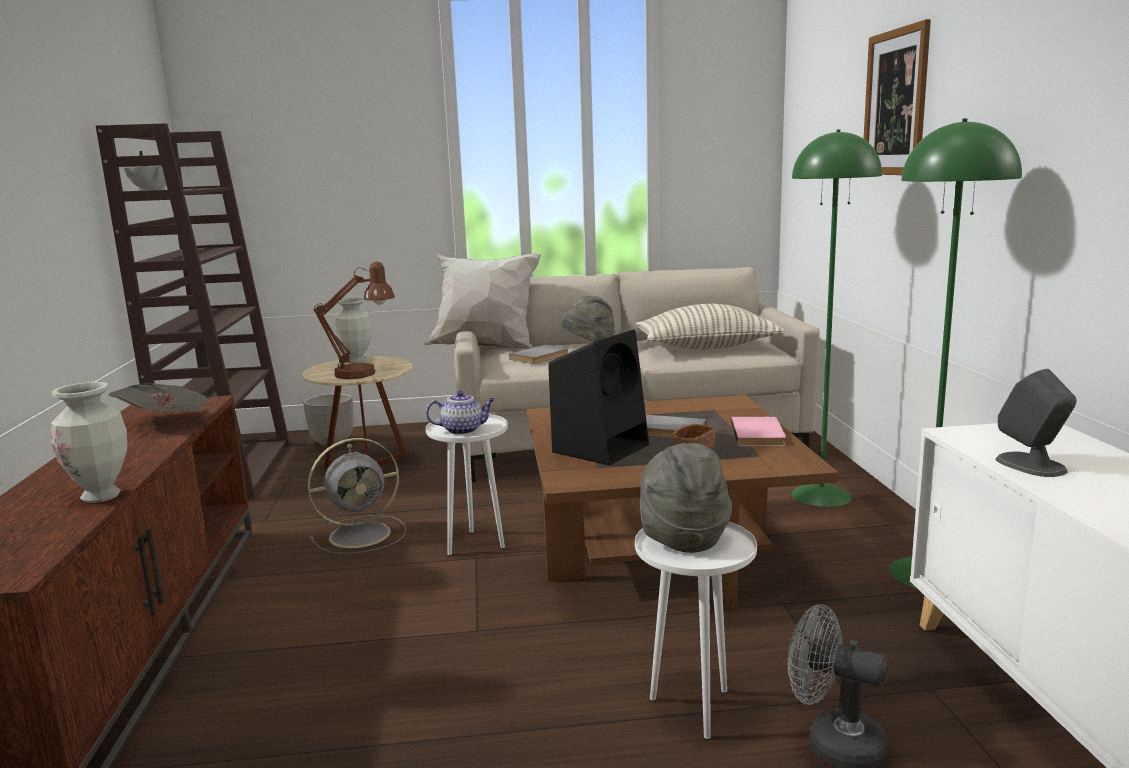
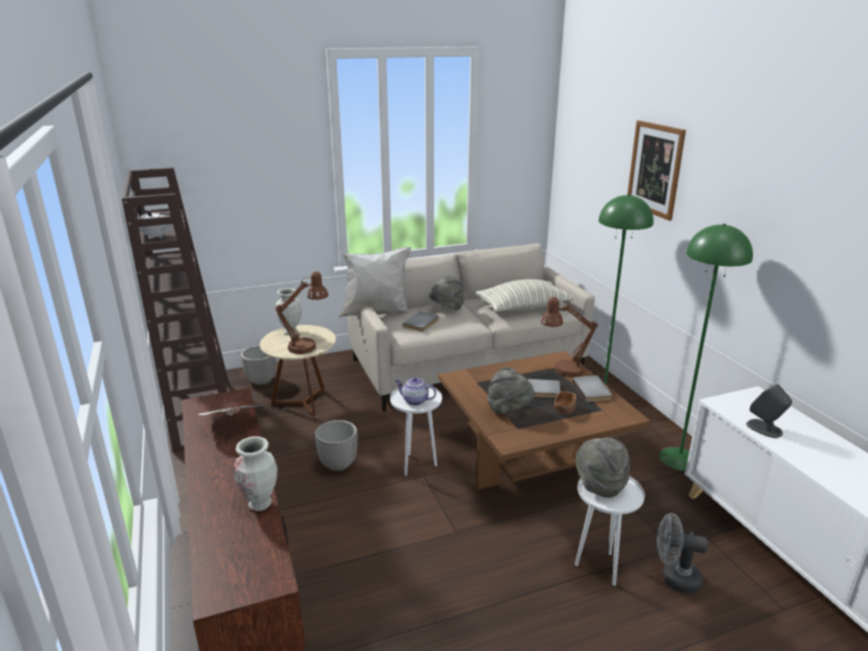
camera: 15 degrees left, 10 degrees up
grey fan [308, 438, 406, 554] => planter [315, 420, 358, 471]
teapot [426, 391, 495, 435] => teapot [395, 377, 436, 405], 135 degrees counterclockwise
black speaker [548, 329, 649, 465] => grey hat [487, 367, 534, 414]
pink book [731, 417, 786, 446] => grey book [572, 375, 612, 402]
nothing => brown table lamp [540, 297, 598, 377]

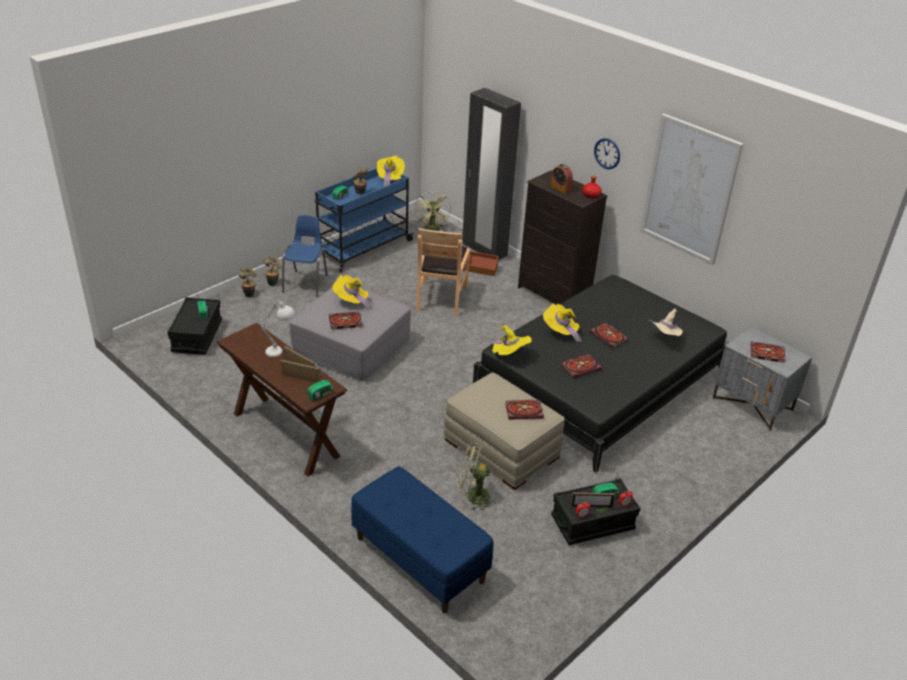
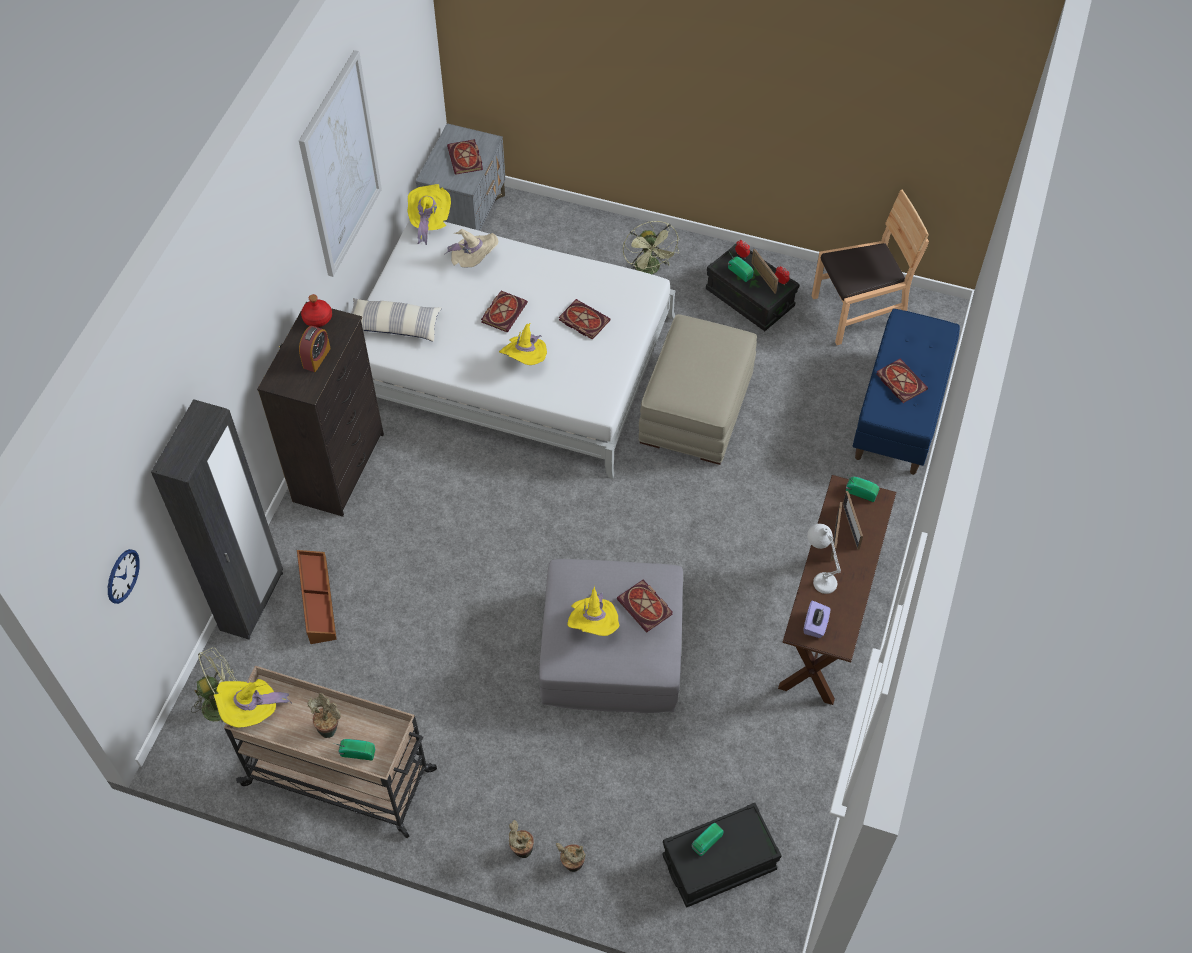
camera: 115 degrees left, 20 degrees up
blue chair [282, 215, 328, 297] => nothing
blue cart [314, 168, 414, 272] => beige cart [224, 666, 437, 838]
brown chair [416, 228, 470, 316] => brown chair [812, 190, 929, 345], shifted
green fan [456, 442, 496, 511] => green fan [623, 221, 679, 274], shifted
black bed [473, 275, 727, 473] => white bed [363, 221, 675, 479]
yellow hat [488, 325, 532, 355] => yellow hat [407, 184, 451, 245], shifted
book [505, 400, 544, 420] => book [876, 359, 928, 403], shifted
wall clock [594, 138, 620, 169] => wall clock [108, 549, 140, 604], shifted
nothing => pillow [351, 298, 442, 342]
nothing => purple tissue box [804, 600, 831, 638]

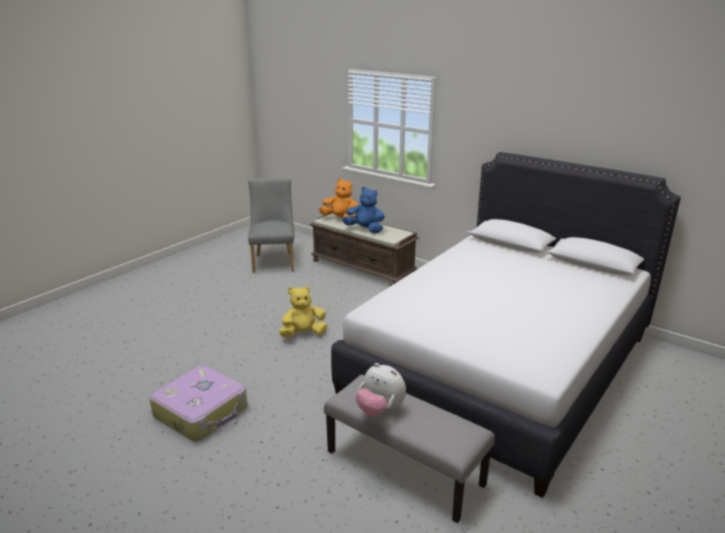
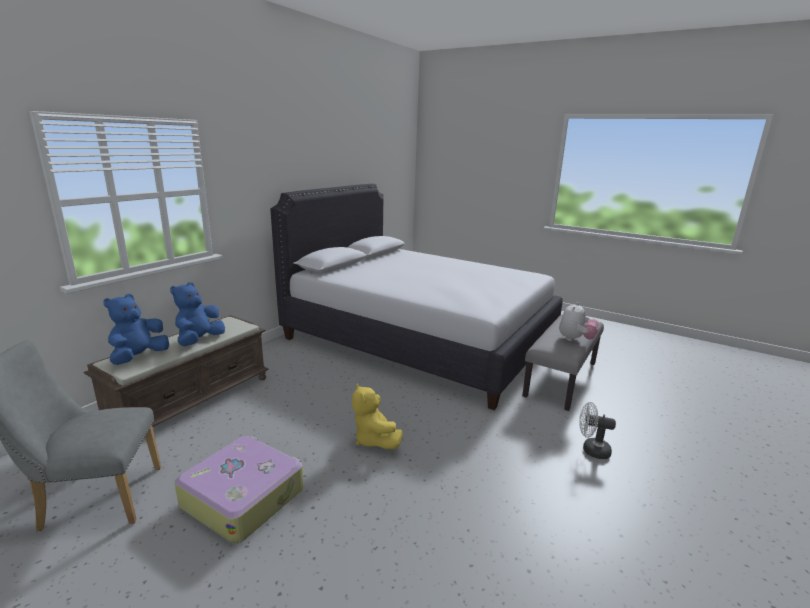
camera: 95 degrees left, 5 degrees down
suitcase [149, 366, 248, 441] => suitcase [175, 436, 304, 544], shifted
orange plush toy [319, 179, 358, 218] => blue plush toy [103, 294, 169, 365]
nothing => white fan [579, 402, 616, 459]

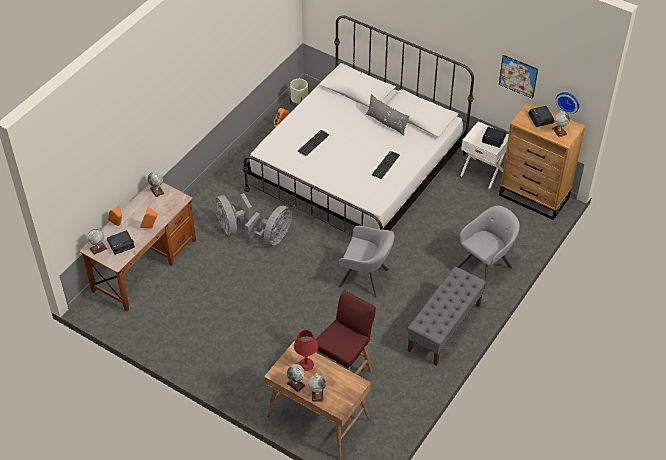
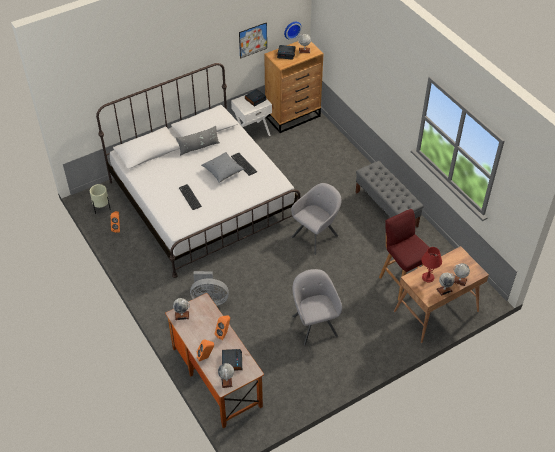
camera: 65 degrees left, 0 degrees up
grey fan [245, 206, 292, 245] => nothing
grey armchair [457, 206, 520, 289] => grey armchair [292, 269, 342, 346], shifted
nothing => grey pillow [201, 152, 244, 183]

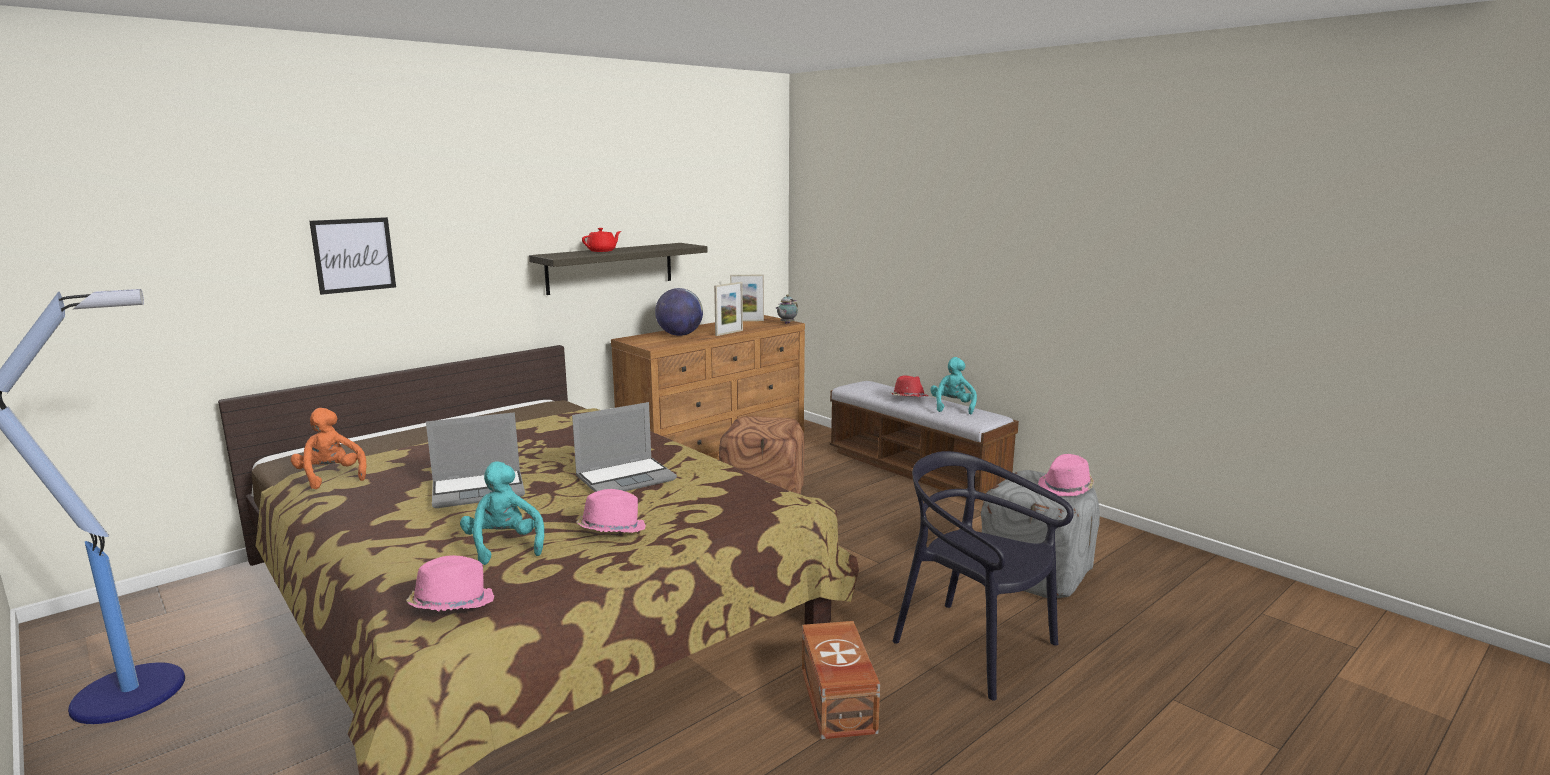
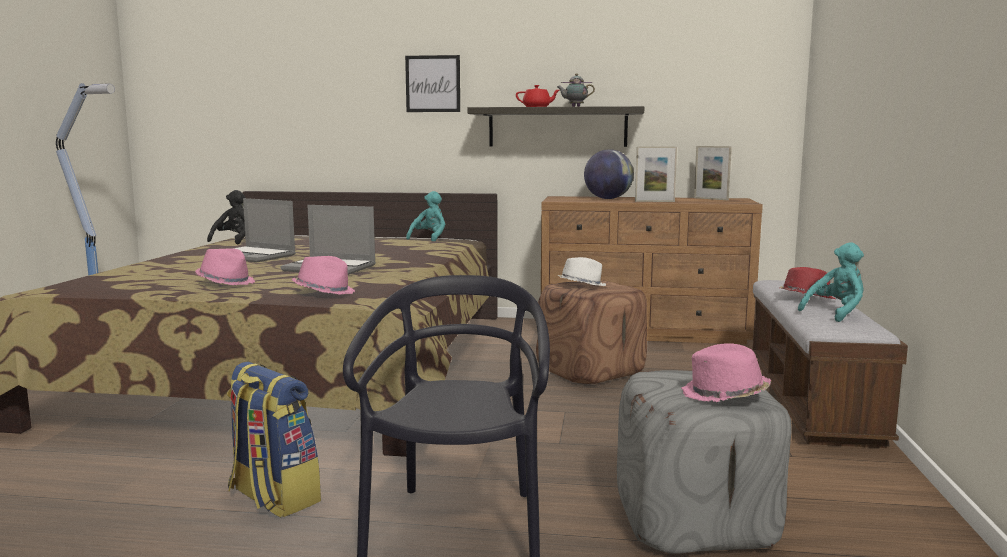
camera: 50 degrees right, 5 degrees down
orange plush toy [291, 408, 367, 489] => black plush toy [207, 190, 246, 244]
picture [309, 217, 396, 295] => picture [405, 55, 460, 112], shifted
pink hat [406, 555, 495, 611] => pink hat [292, 256, 355, 294], shifted
turquoise plush toy [460, 461, 544, 565] => turquoise plush toy [406, 191, 446, 241], shifted
teapot [776, 294, 798, 324] => teapot [557, 74, 595, 107], shifted
brown storage box [802, 621, 880, 739] => backpack [227, 362, 321, 517]
nothing => white hat [558, 257, 606, 286]

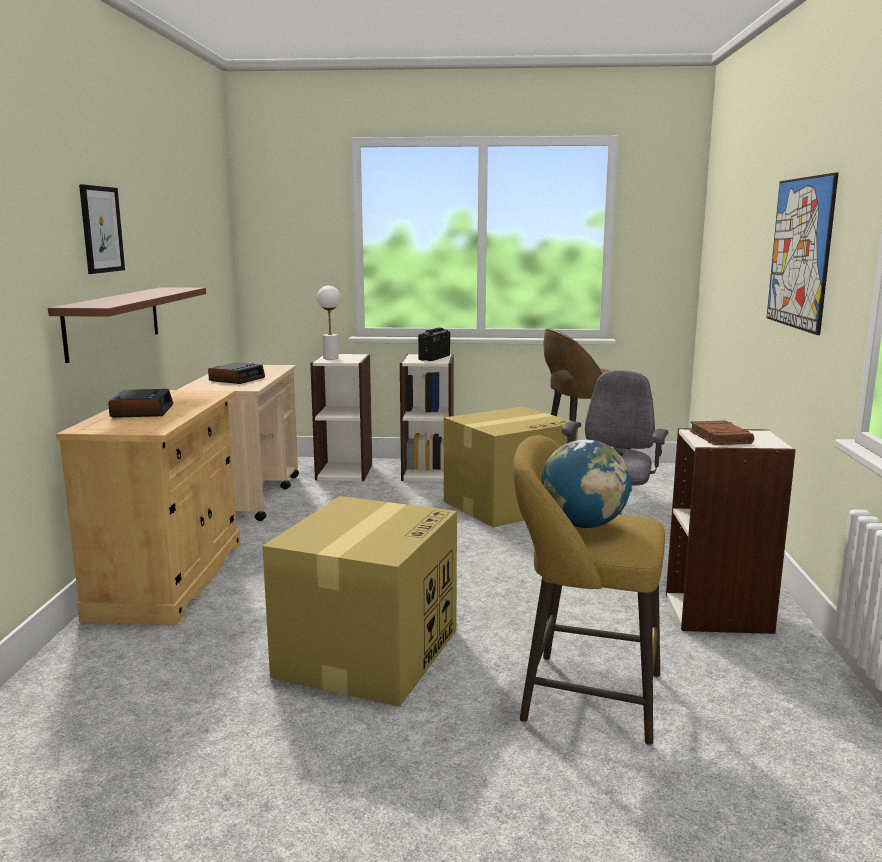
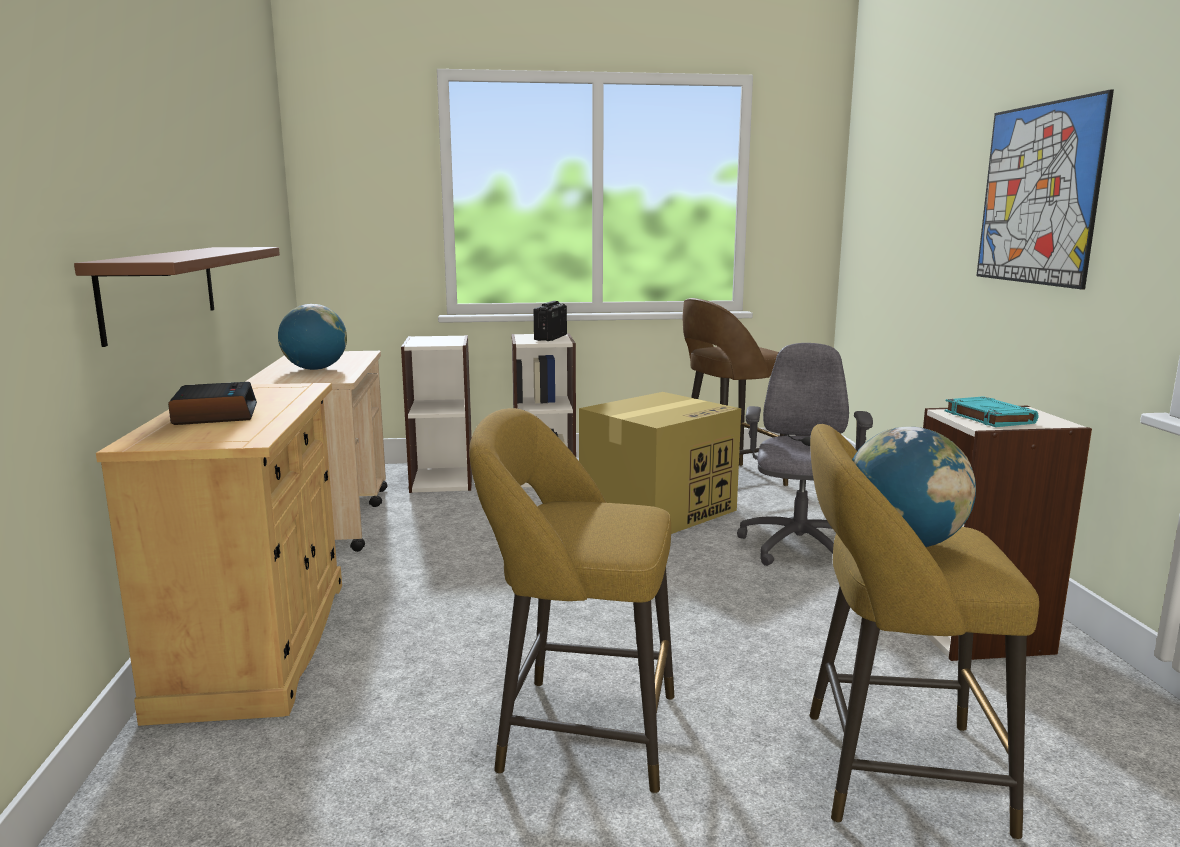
camera: 10 degrees left, 0 degrees up
picture [79, 185, 125, 274] => nothing
alarm clock [208, 362, 265, 384] => globe [278, 304, 347, 370]
cardboard box [262, 496, 457, 707] => yellow stool [469, 408, 674, 794]
white table lamp [317, 286, 341, 360] => nothing
brown book [690, 421, 754, 445] => turquoise book [945, 396, 1038, 427]

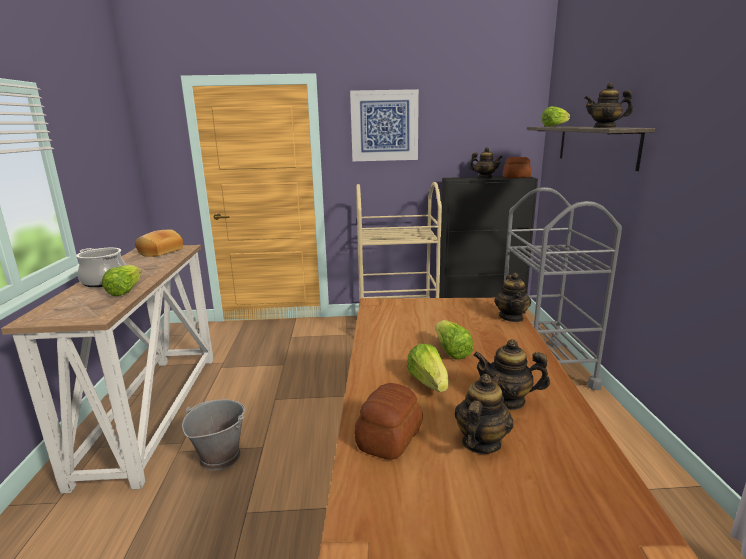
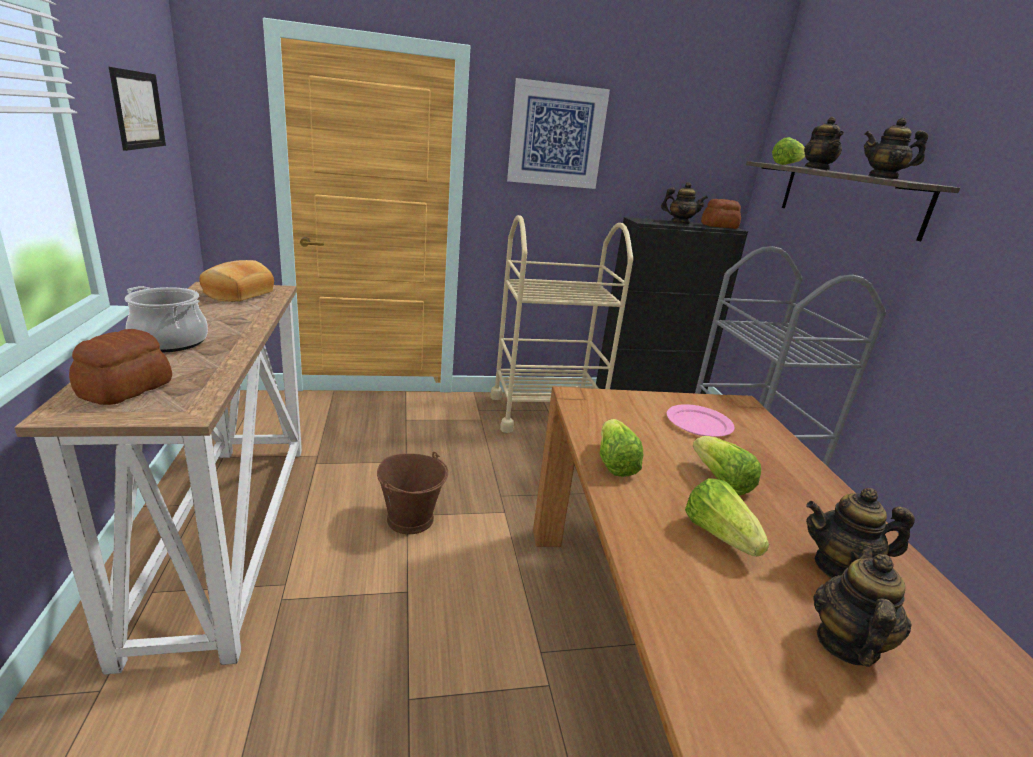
camera: 10 degrees left, 5 degrees up
lettuce [102, 265, 142, 296] => lettuce [600, 419, 643, 477], shifted
grey bucket [182, 399, 245, 471] => nothing
bread [354, 383, 423, 460] => bread [69, 329, 172, 405], shifted
teapot [494, 272, 531, 322] => teapot [804, 117, 844, 171], shifted
nothing => picture [109, 67, 166, 151]
nothing => brown bucket [377, 452, 448, 534]
nothing => pink plate [667, 404, 734, 437]

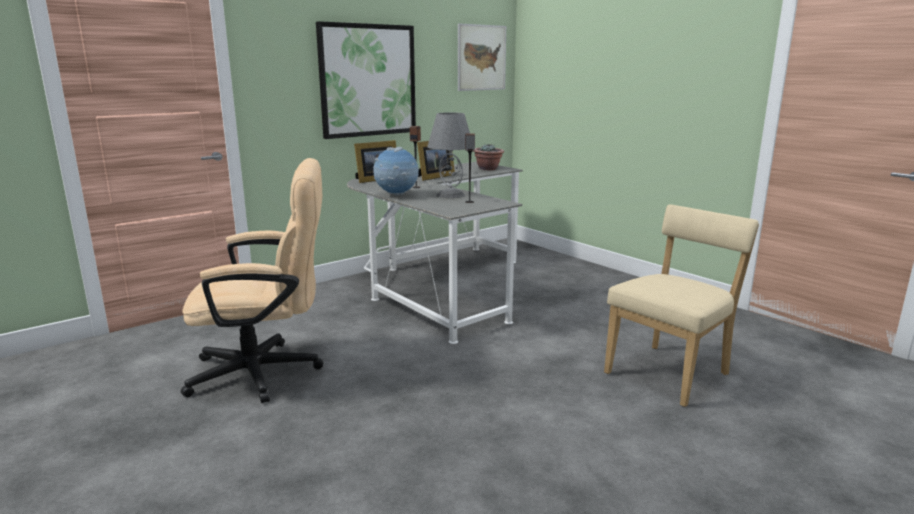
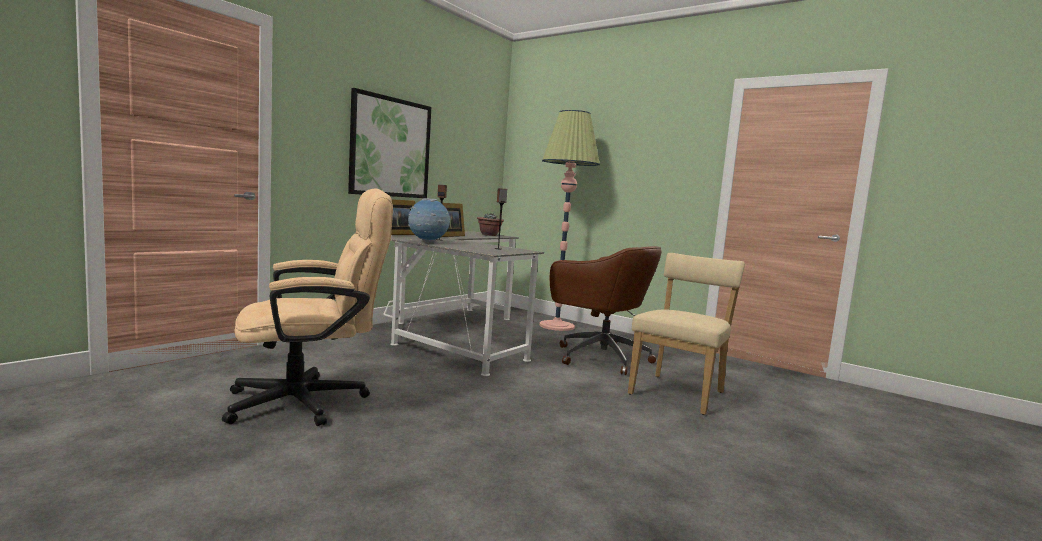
camera: 15 degrees left, 10 degrees down
grey table lamp [427, 112, 470, 198] => nothing
picture [458, 23, 506, 91] => nothing
nothing => floor lamp [539, 110, 600, 331]
nothing => brown office chair [550, 246, 661, 375]

